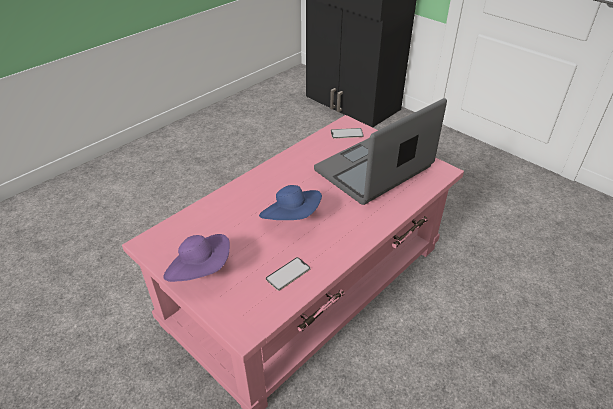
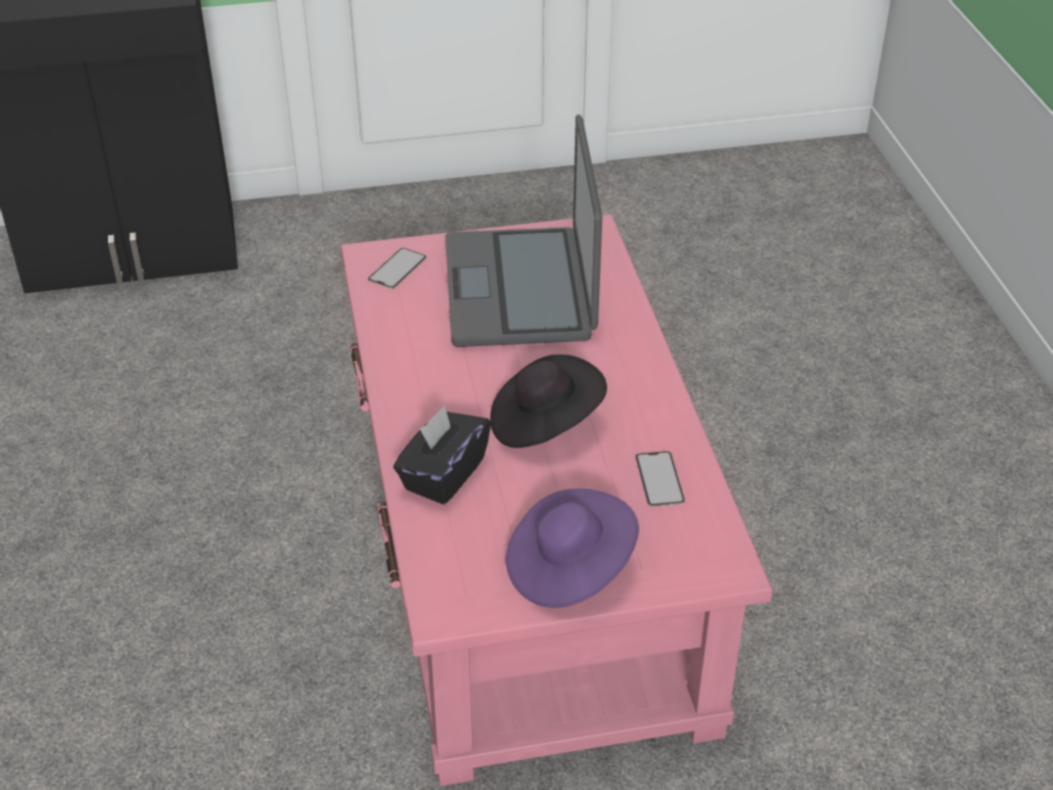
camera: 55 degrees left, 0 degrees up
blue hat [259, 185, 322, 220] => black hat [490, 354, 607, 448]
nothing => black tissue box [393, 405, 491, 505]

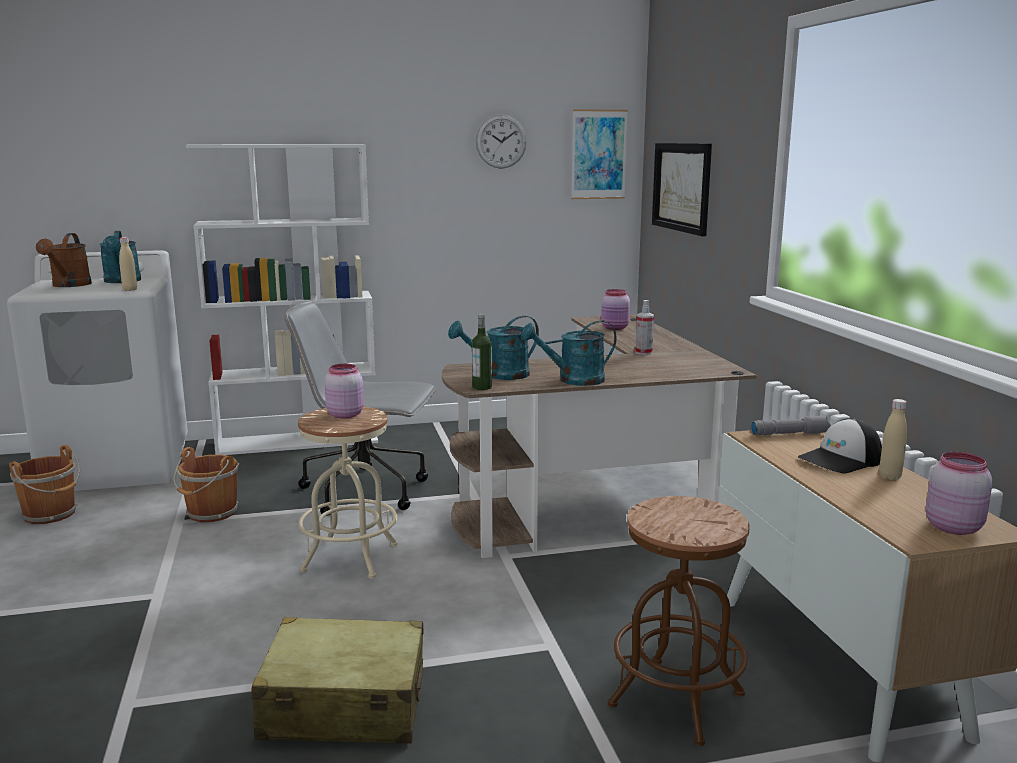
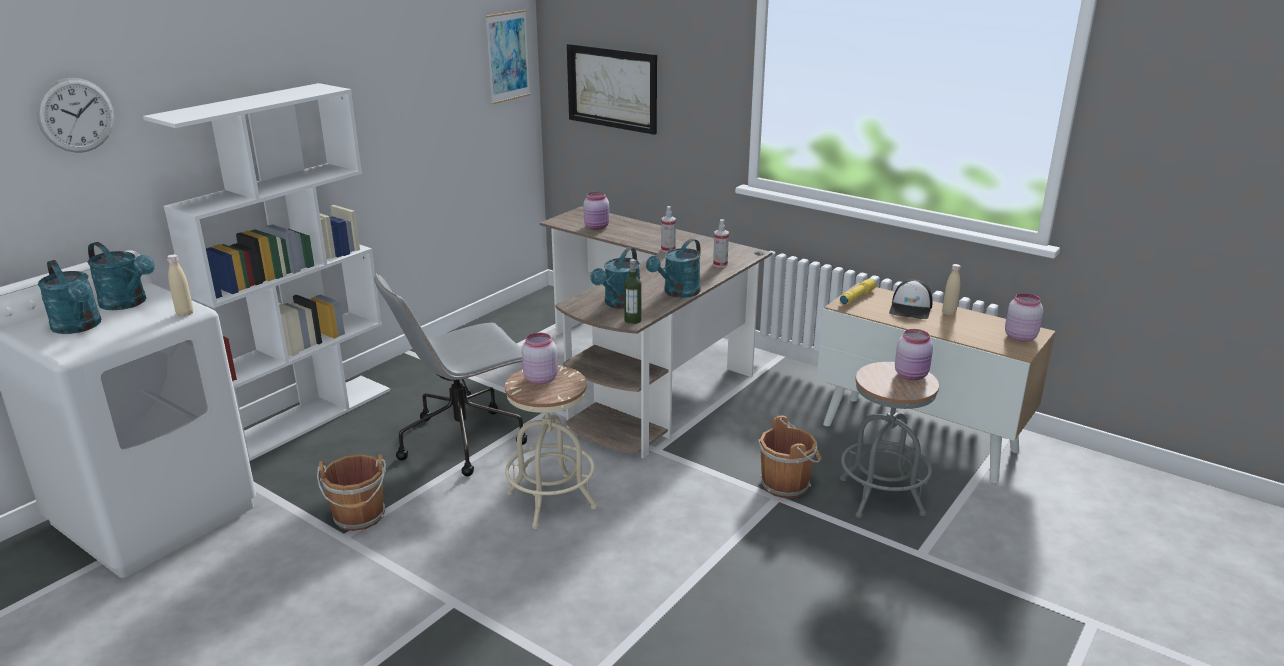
camera: 40 degrees left, 10 degrees up
brown bucket [9, 445, 80, 524] => brown bucket [758, 416, 821, 498], shifted
brown watering can [36, 233, 92, 287] => turquoise watering can [38, 260, 101, 334]
beige suitcase [251, 617, 423, 744] => nothing
wall clock [476, 114, 527, 169] => wall clock [36, 78, 114, 153], shifted
brown stool [608, 496, 750, 746] => grey stool [840, 362, 939, 518]
grey flashlight [751, 416, 831, 435] => yellow flashlight [840, 278, 877, 305]
nothing => spray bottle [713, 219, 729, 267]
nothing => pink jar [895, 329, 933, 380]

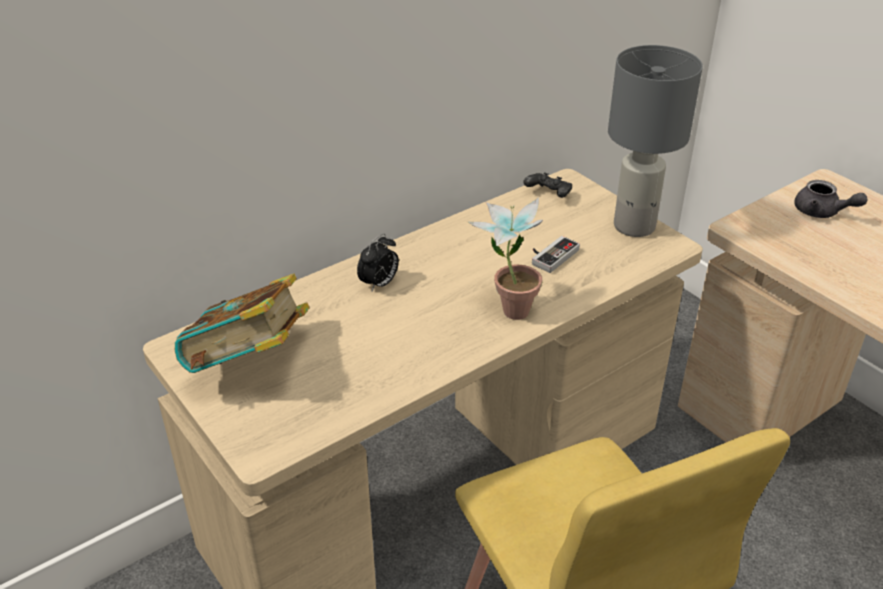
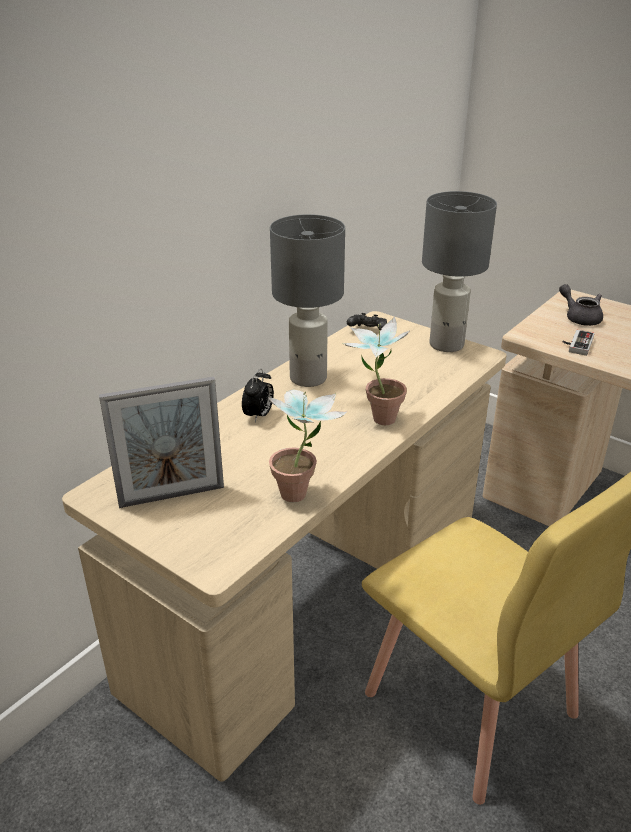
camera: 15 degrees left, 5 degrees down
book [175, 273, 310, 373] => picture frame [99, 377, 224, 508]
game controller [532, 236, 580, 273] => game controller [562, 330, 595, 356], shifted
grey teapot [794, 180, 867, 218] => grey teapot [559, 284, 603, 326], 150 degrees counterclockwise
nothing => potted plant [268, 390, 348, 502]
nothing => grey table lamp [270, 214, 345, 387]

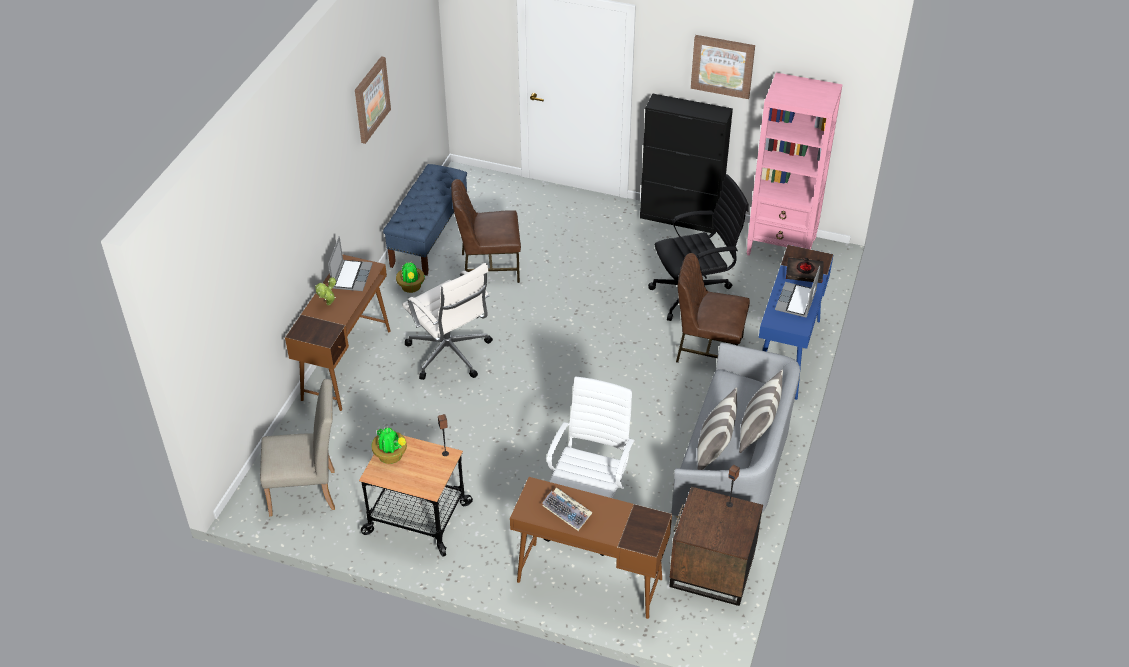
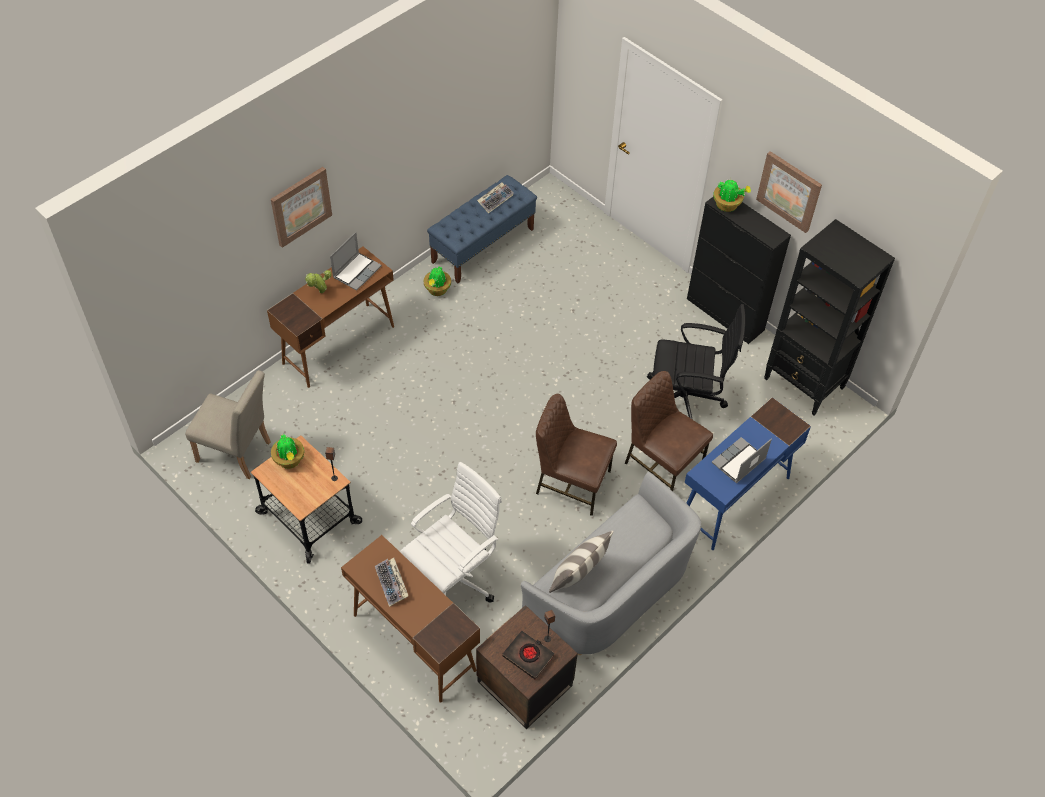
camera: 25 degrees right, 10 degrees up
picture [355, 56, 391, 144] => picture [271, 167, 332, 248], shifted
white office chair [402, 262, 493, 380] => nothing
brown chair [451, 179, 521, 283] => brown chair [536, 394, 617, 516], shifted
pillow [739, 370, 783, 453] => nothing
pink bookcase [746, 73, 843, 256] => black bookcase [764, 219, 895, 415]
black book [786, 257, 824, 283] => black book [502, 631, 555, 680], shifted
nothing => keyboard [477, 183, 513, 213]
nothing => potted plant [713, 179, 751, 212]

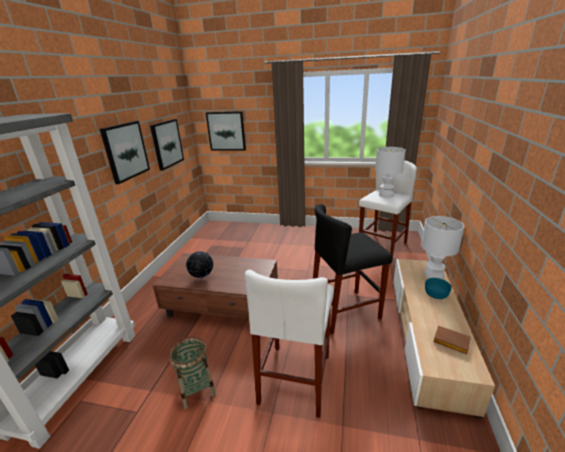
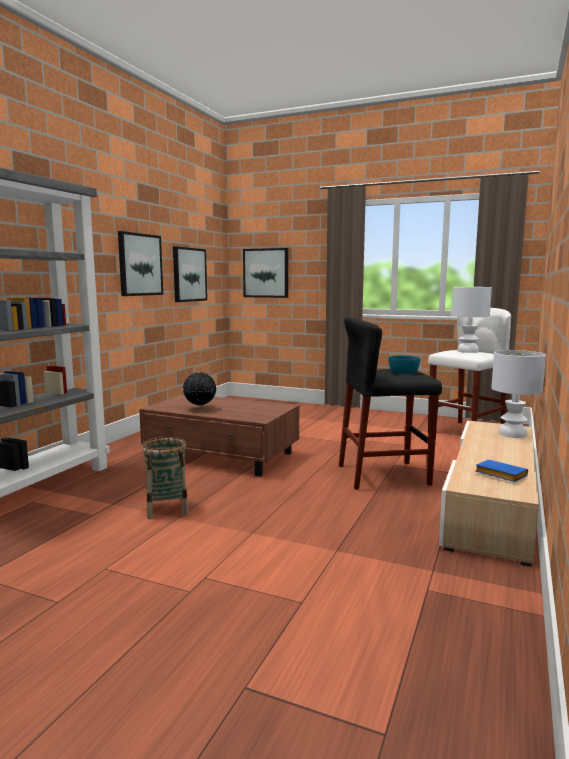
camera: 10 degrees right, 15 degrees down
white stool [245, 270, 334, 418] => nothing
turquoise bowl [425, 278, 452, 299] => turquoise bowl [389, 355, 421, 374], shifted
brown book [433, 326, 471, 354] => blue book [475, 460, 528, 482]

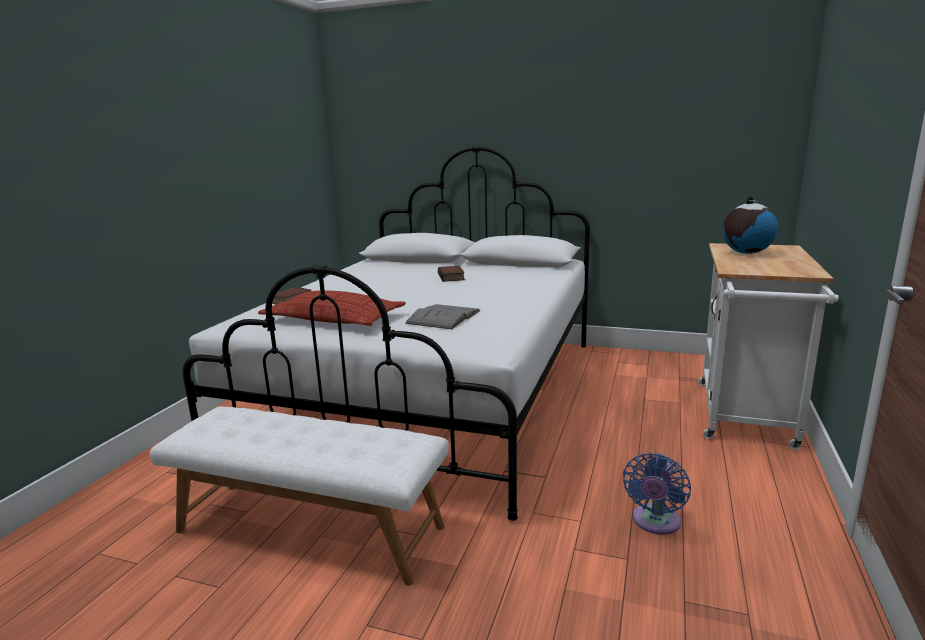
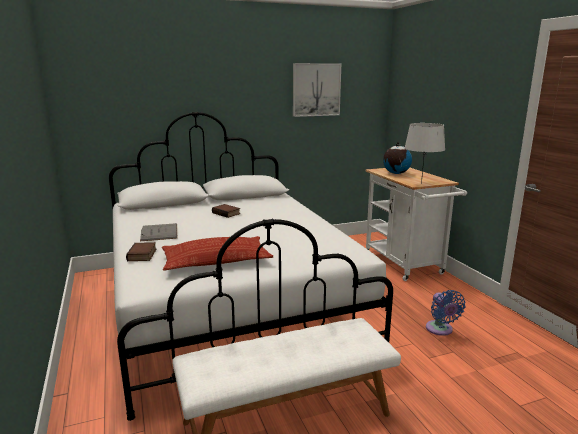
camera: 40 degrees left, 0 degrees up
grey book [405, 304, 481, 329] => grey book [140, 223, 177, 241], shifted
nothing => picture [293, 63, 341, 117]
nothing => grey table lamp [404, 123, 445, 184]

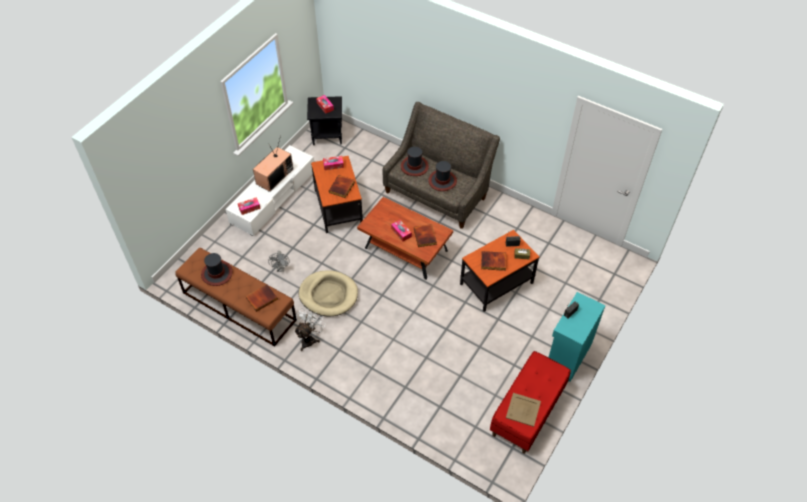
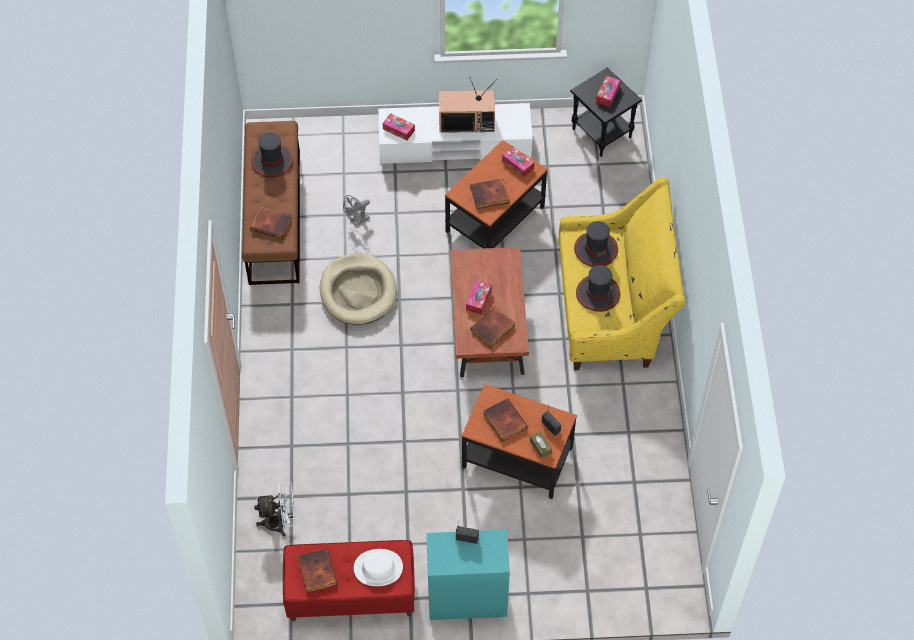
camera: 55 degrees right, 5 degrees up
white fan [294, 308, 326, 351] => white fan [254, 481, 295, 536], shifted
grey sofa [383, 102, 500, 229] => yellow sofa [558, 177, 686, 370]
beige tray [506, 393, 541, 427] => book [298, 548, 337, 593]
nothing => white hat [354, 549, 403, 586]

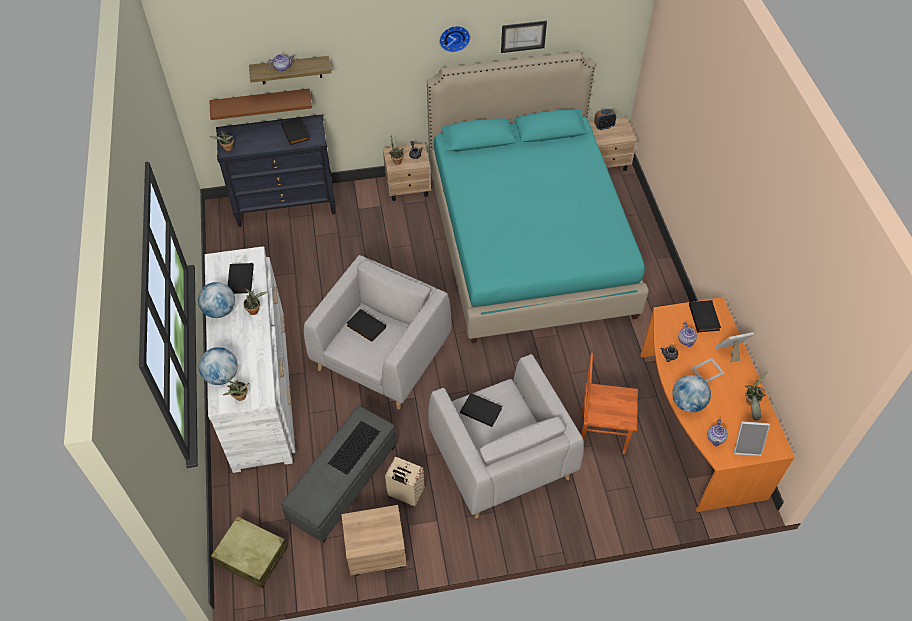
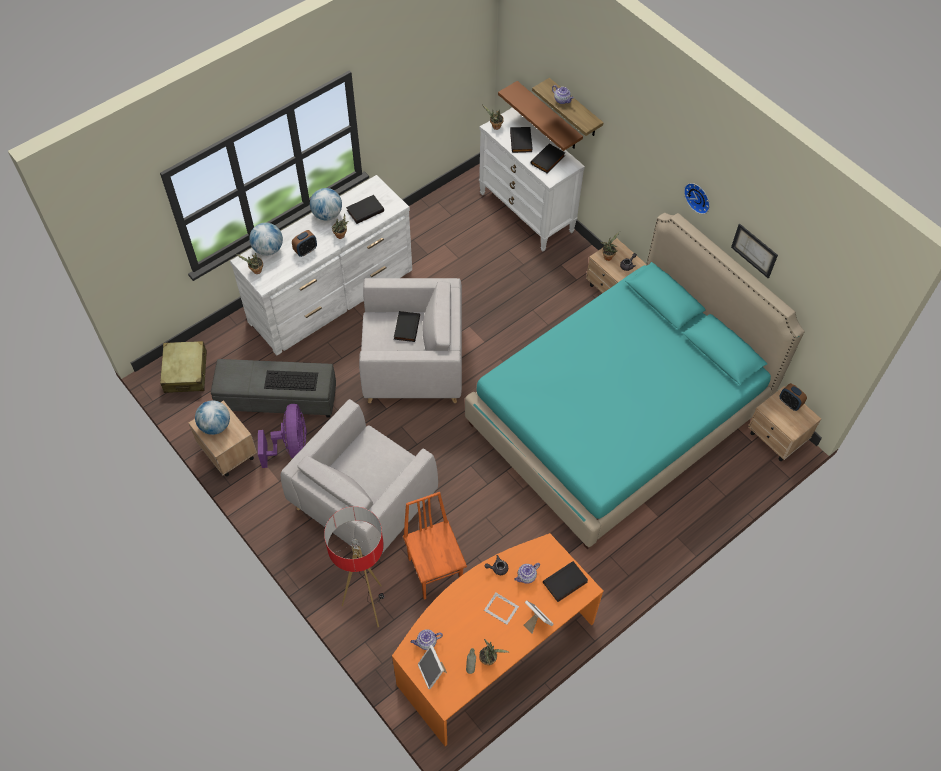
camera: 60 degrees right, 5 degrees up
black dresser [216, 114, 336, 227] => white dresser [479, 107, 585, 251]
beige suitcase [385, 457, 424, 506] => purple fan [258, 404, 307, 468]
black book [460, 393, 502, 427] => black book [510, 127, 533, 153], shifted
globe [672, 375, 711, 413] => globe [195, 400, 230, 435], shifted
nothing => alarm clock [292, 230, 317, 257]
nothing => floor lamp [324, 506, 385, 627]

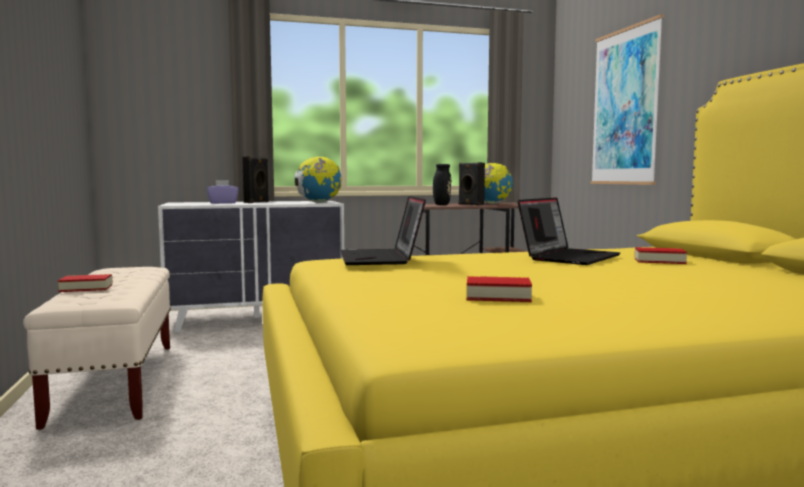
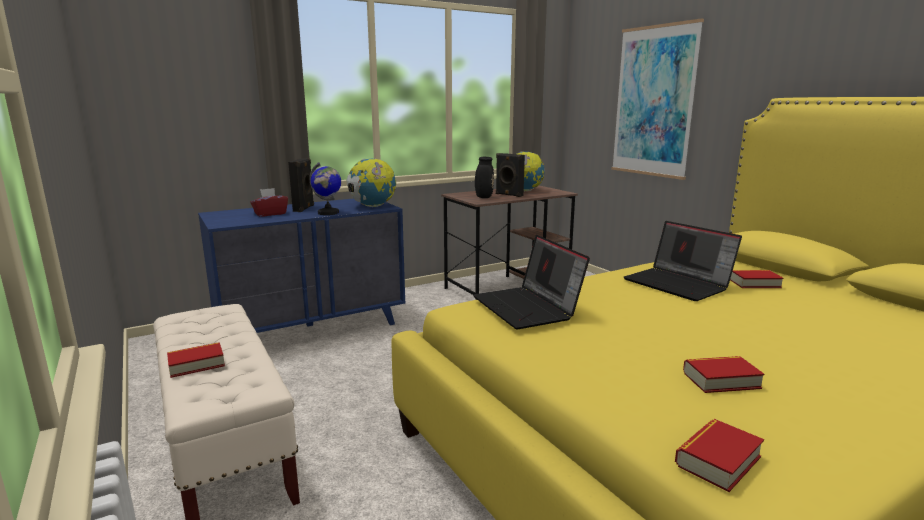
camera: 15 degrees left, 10 degrees up
white dresser [158, 201, 344, 333] => blue dresser [198, 199, 405, 333]
purple tissue box [207, 180, 239, 204] => red tissue box [250, 188, 288, 217]
laptop [518, 197, 620, 265] => laptop [624, 221, 742, 301], 120 degrees clockwise
nothing => globe [310, 162, 341, 215]
nothing => book [675, 419, 764, 492]

